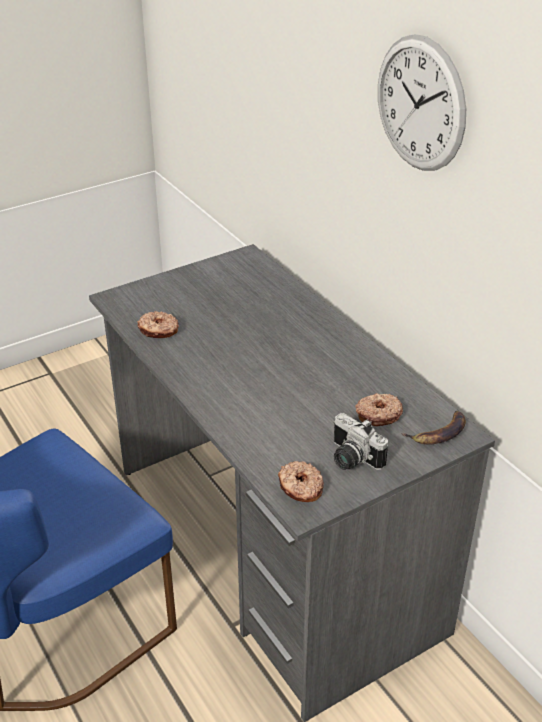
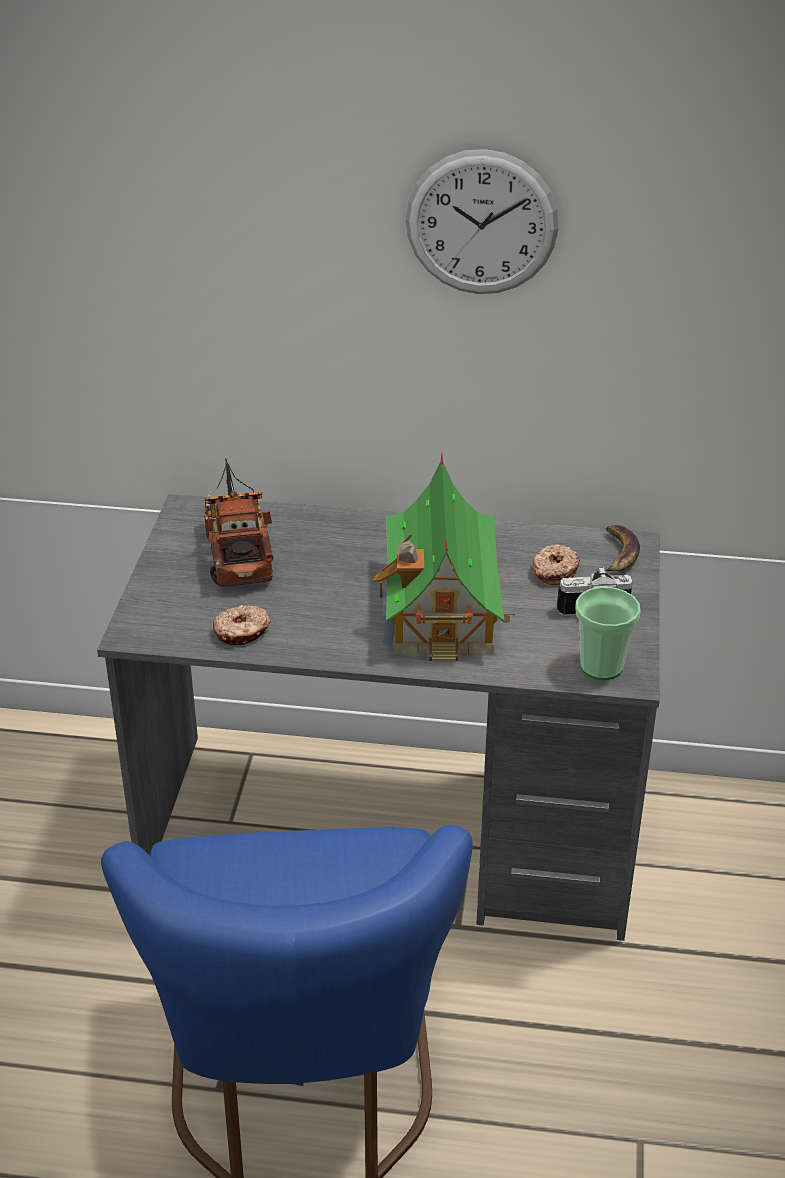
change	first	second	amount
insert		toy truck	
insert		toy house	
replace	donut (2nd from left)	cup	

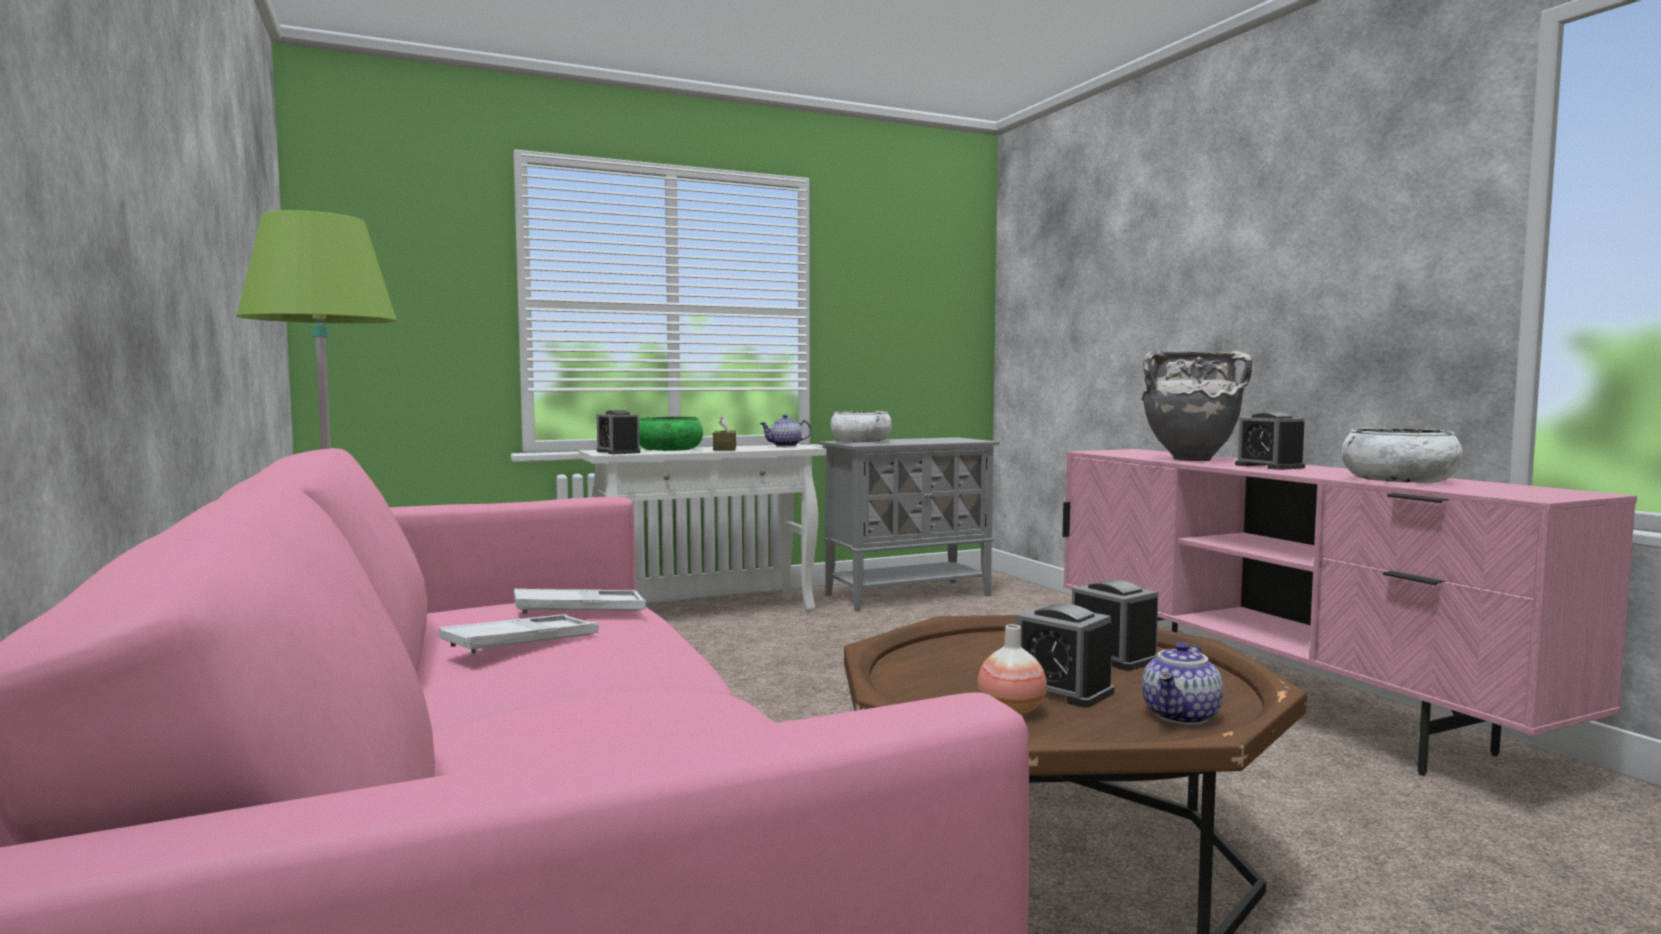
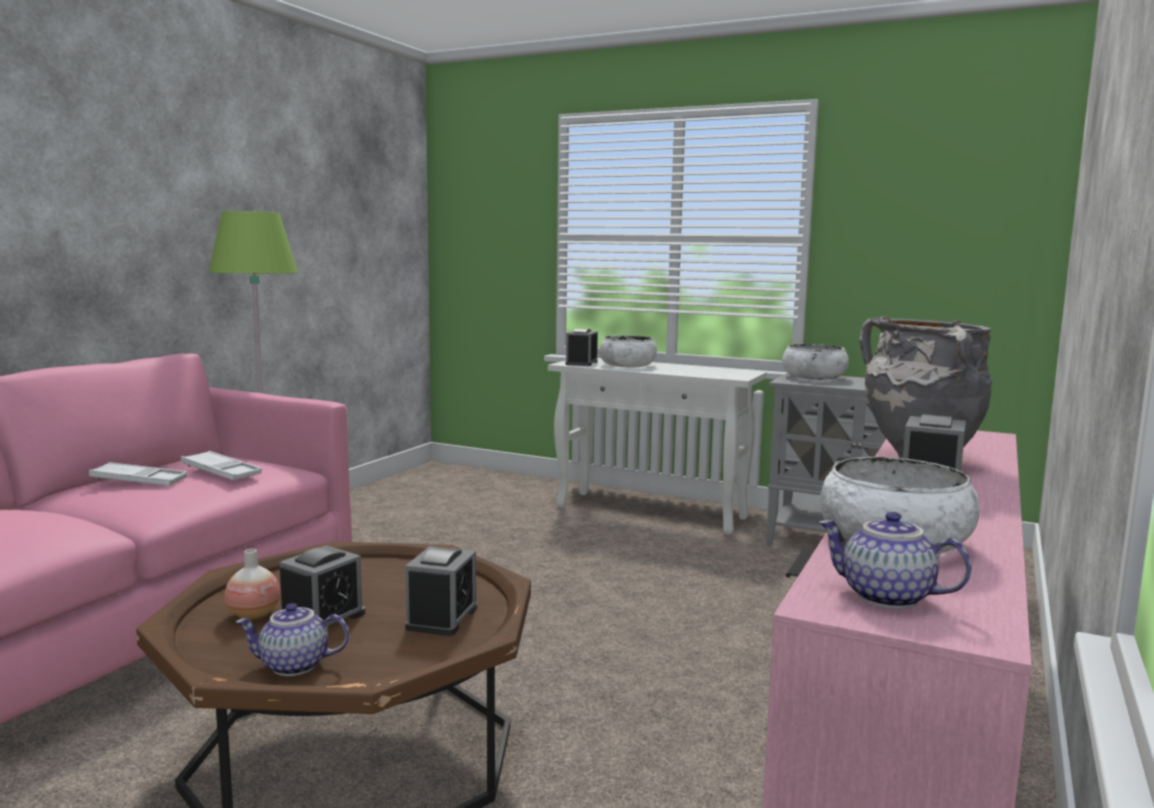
change	first	second	amount
rotate	alarm clock (2nd from left in the first image)	alarm clock (1st from left)	150 degrees counterclockwise
recolor	bowl (green)	bowl (white) (1st from left)	
move	teapot (1st from left in the first image)	teapot (2nd from left)	
delete	tissue box (brown)		

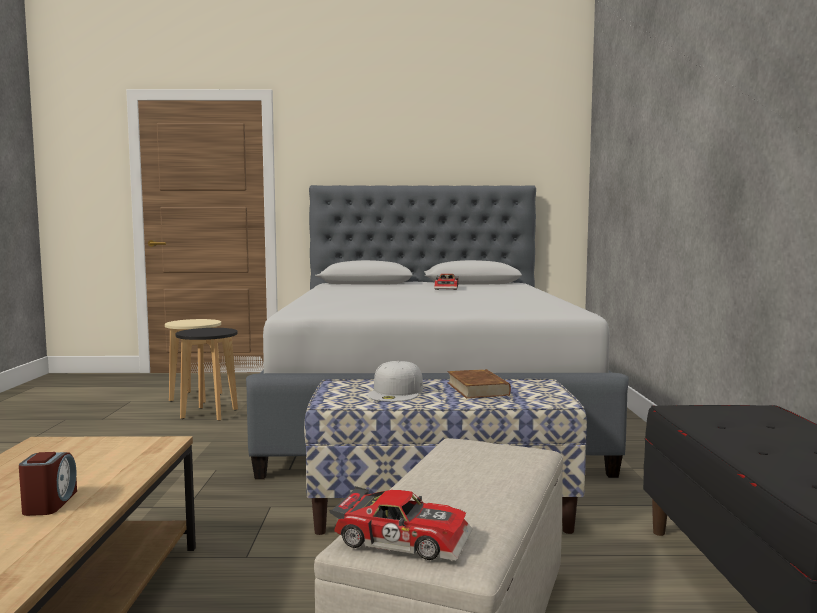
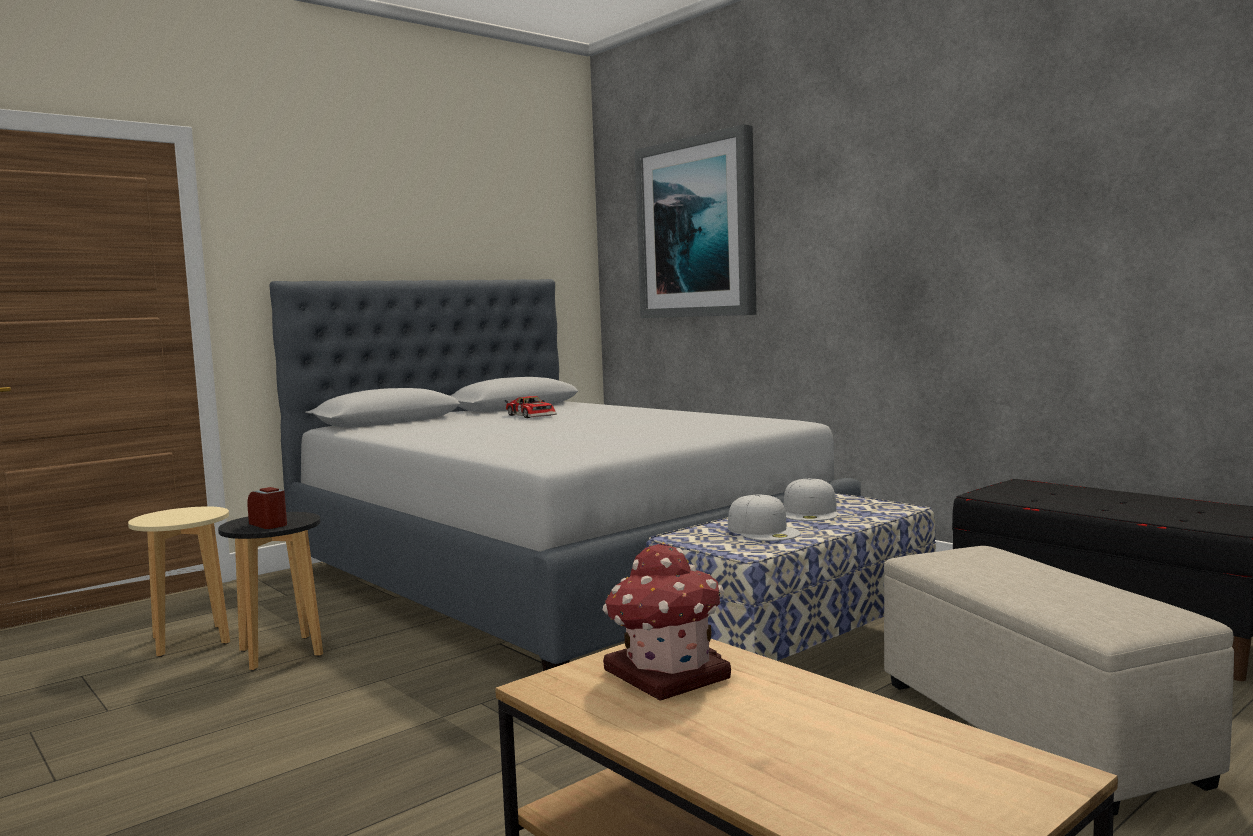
change	first	second	amount
move	alarm clock		
insert		toy house	
insert		picture	
replace	book (brown)	cap (white) (2nd from left)	
delete	toy car (1st from left)		

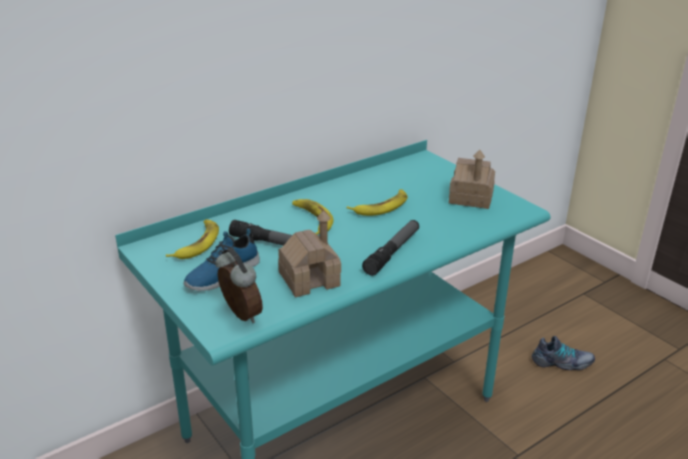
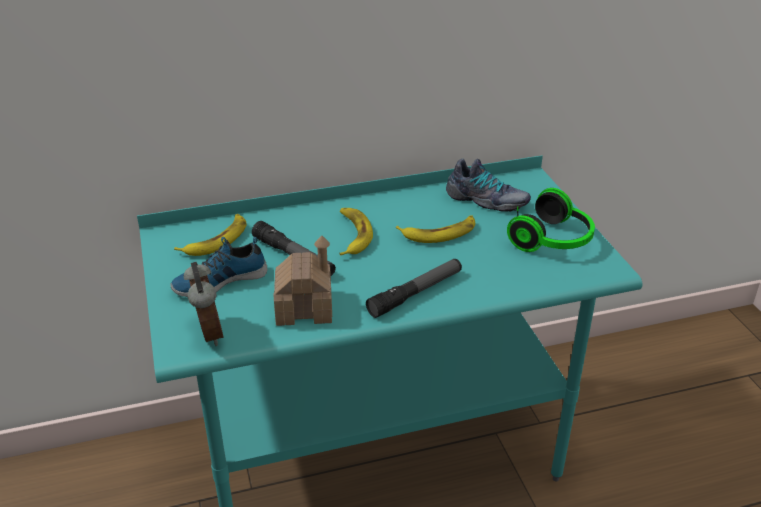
change	first	second	amount
move	shoe (2nd from left)		
replace	toy house (2nd from left)	headphones	

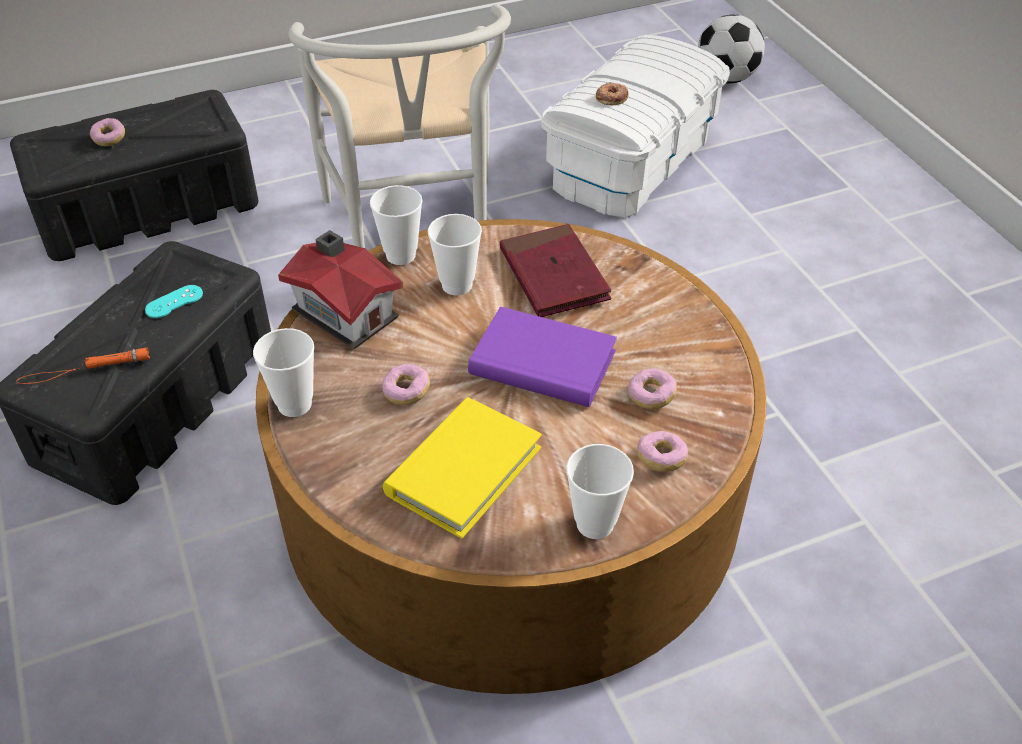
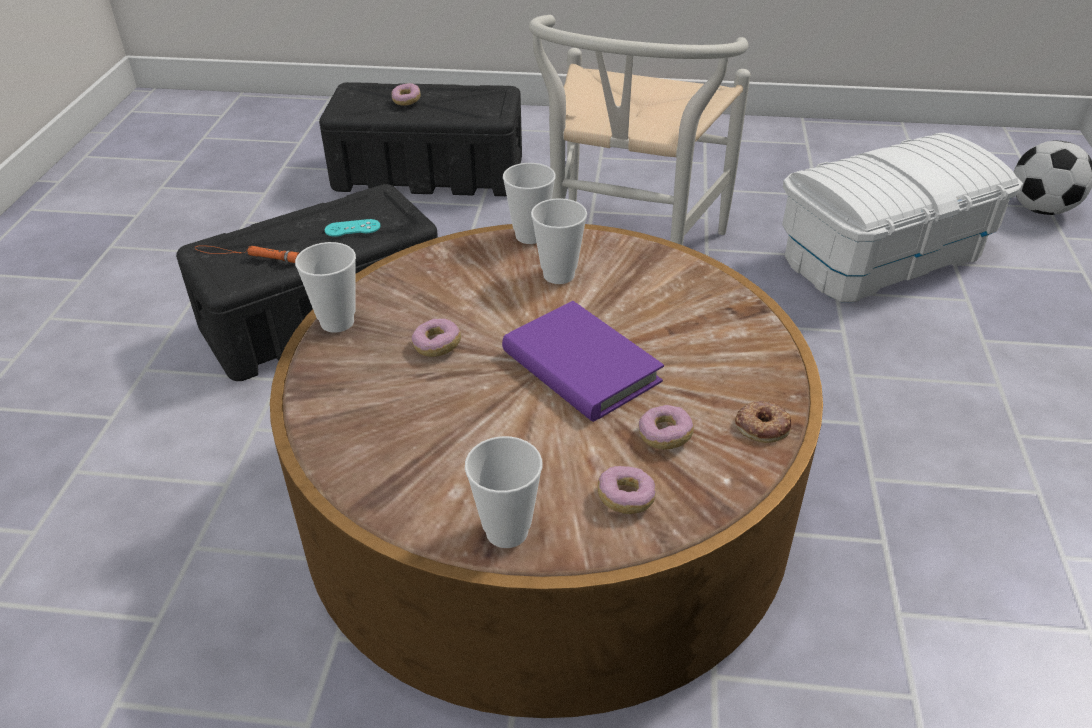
change	first	second	amount
move	donut (3rd from left in the first image)	donut (5th from left)	
delete	toy house		
delete	book (yellow)		
delete	book (red)		

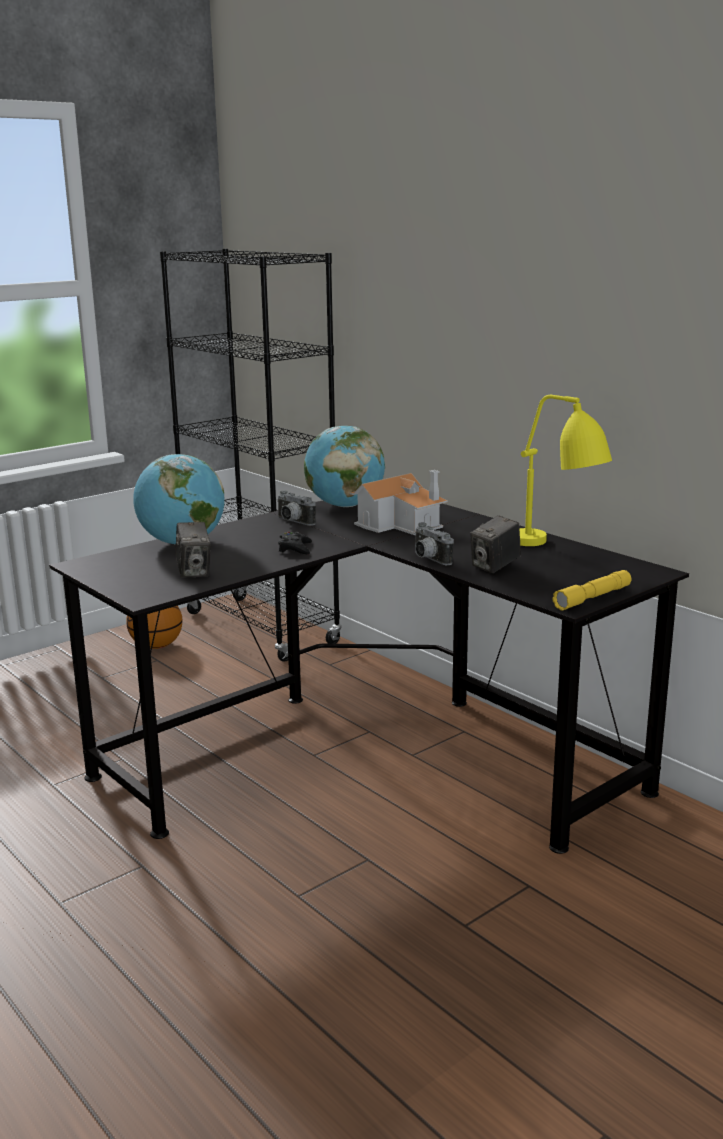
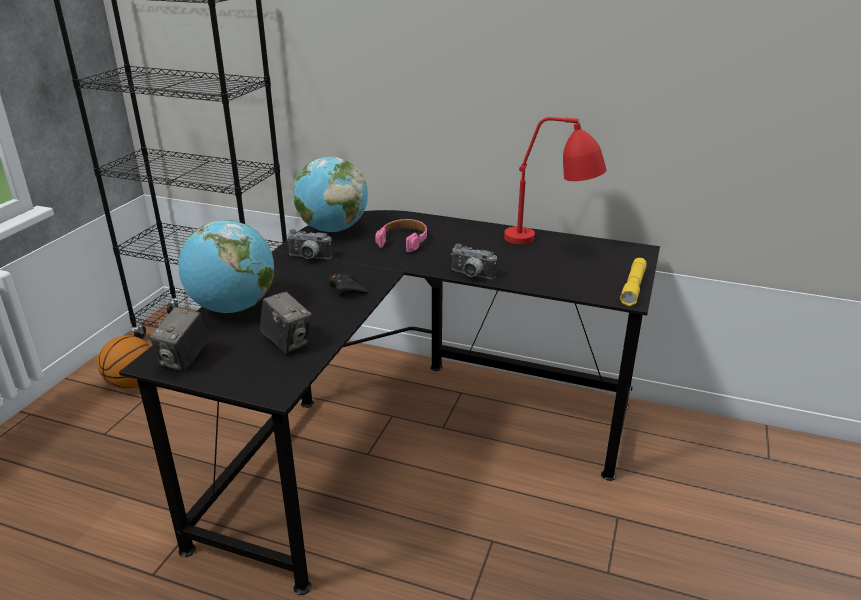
change	first	second	amount
move	photo camera (4th from left in the first image)	photo camera (1st from left)	
replace	toy house	headphones (pink)	
recolor	table lamp (yellow)	table lamp (red)	

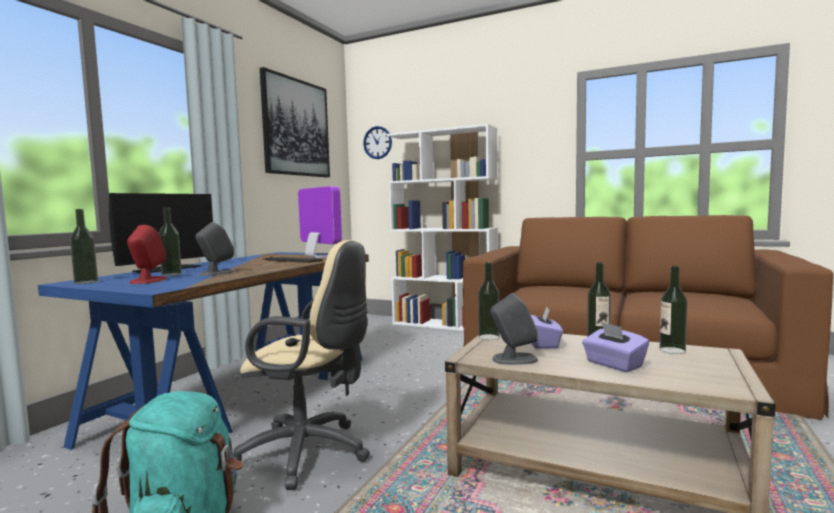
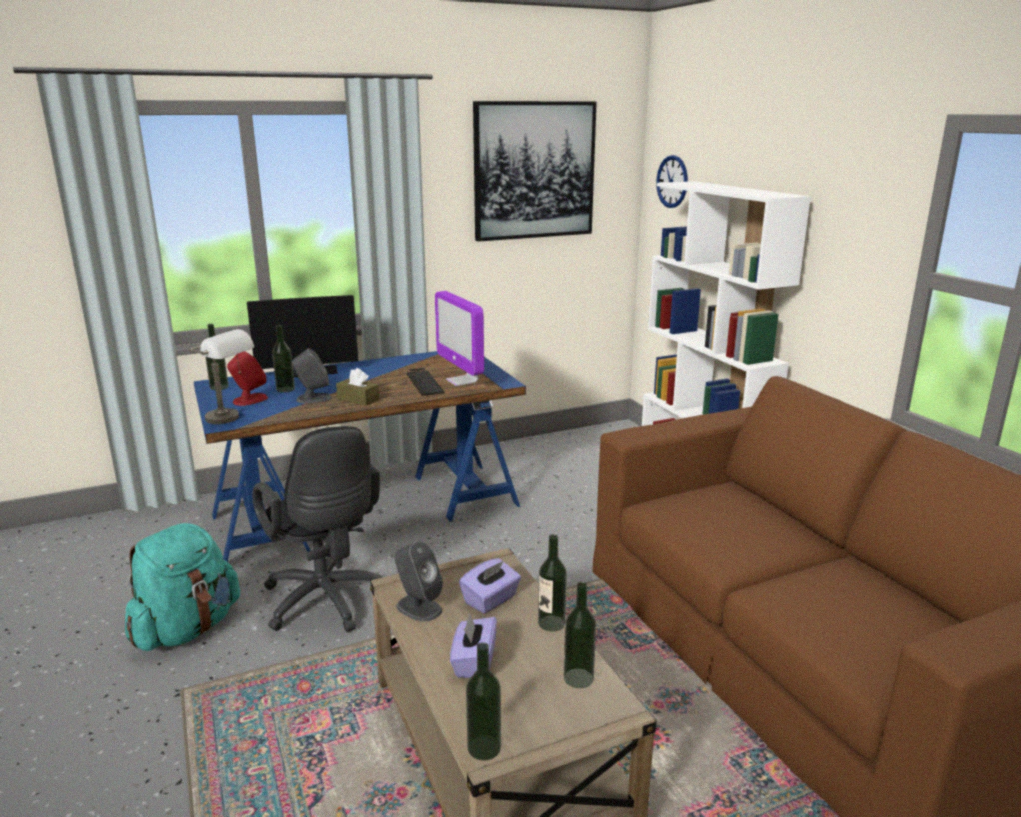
change	first	second	amount
insert		table lamp (grey)	
recolor	office chair (beige)	office chair (black)	
insert		tissue box (brown)	
rotate	monitor (2nd from left)		150 degrees clockwise
move	bottle (3rd from left)		

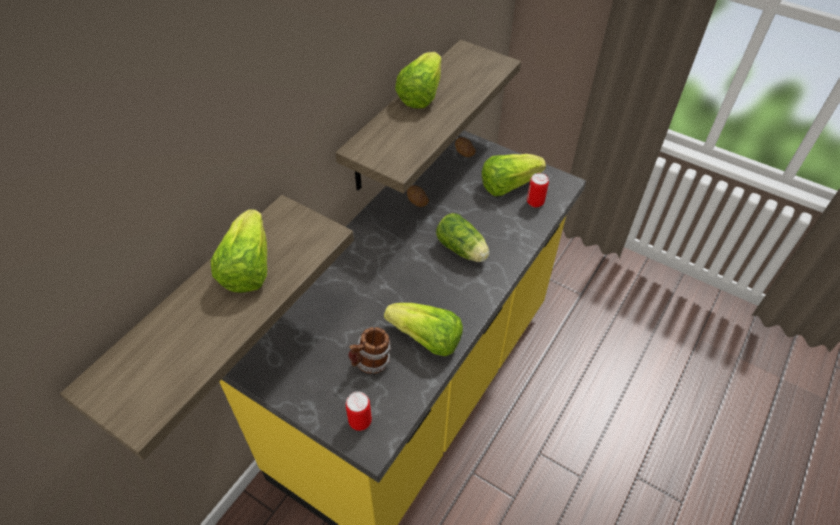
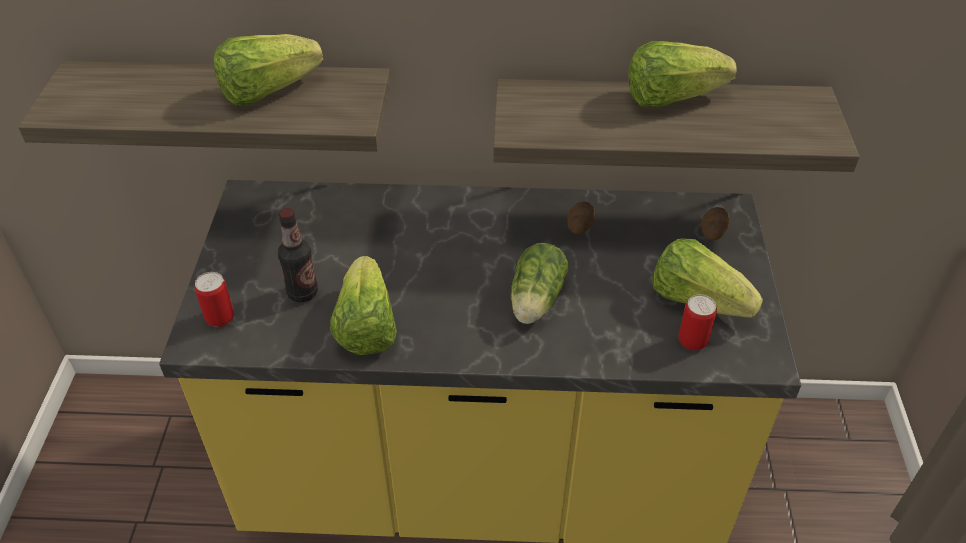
change	first	second	amount
replace	mug	bottle	

